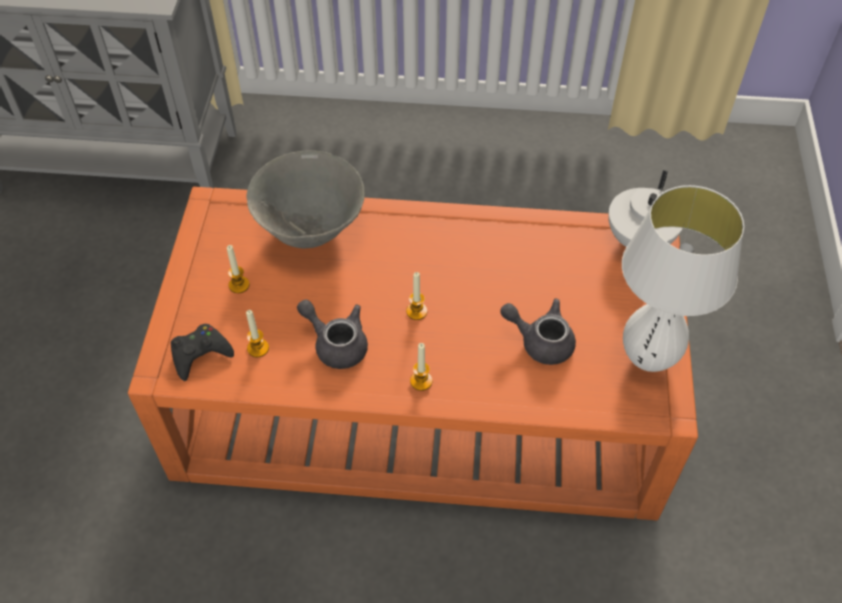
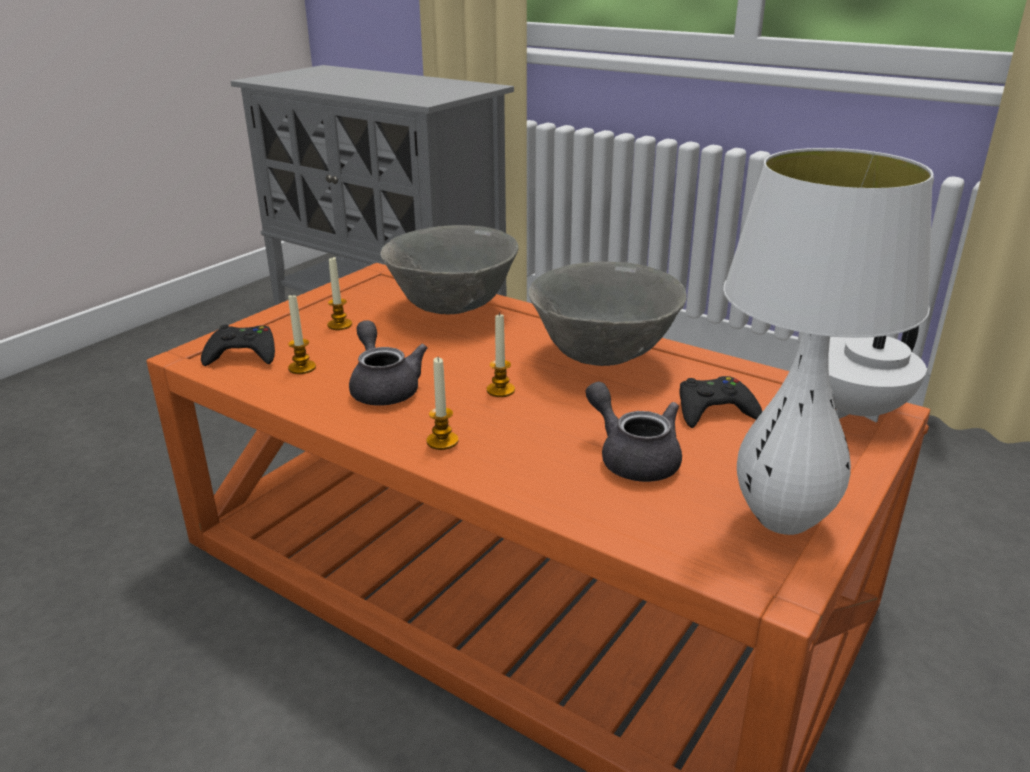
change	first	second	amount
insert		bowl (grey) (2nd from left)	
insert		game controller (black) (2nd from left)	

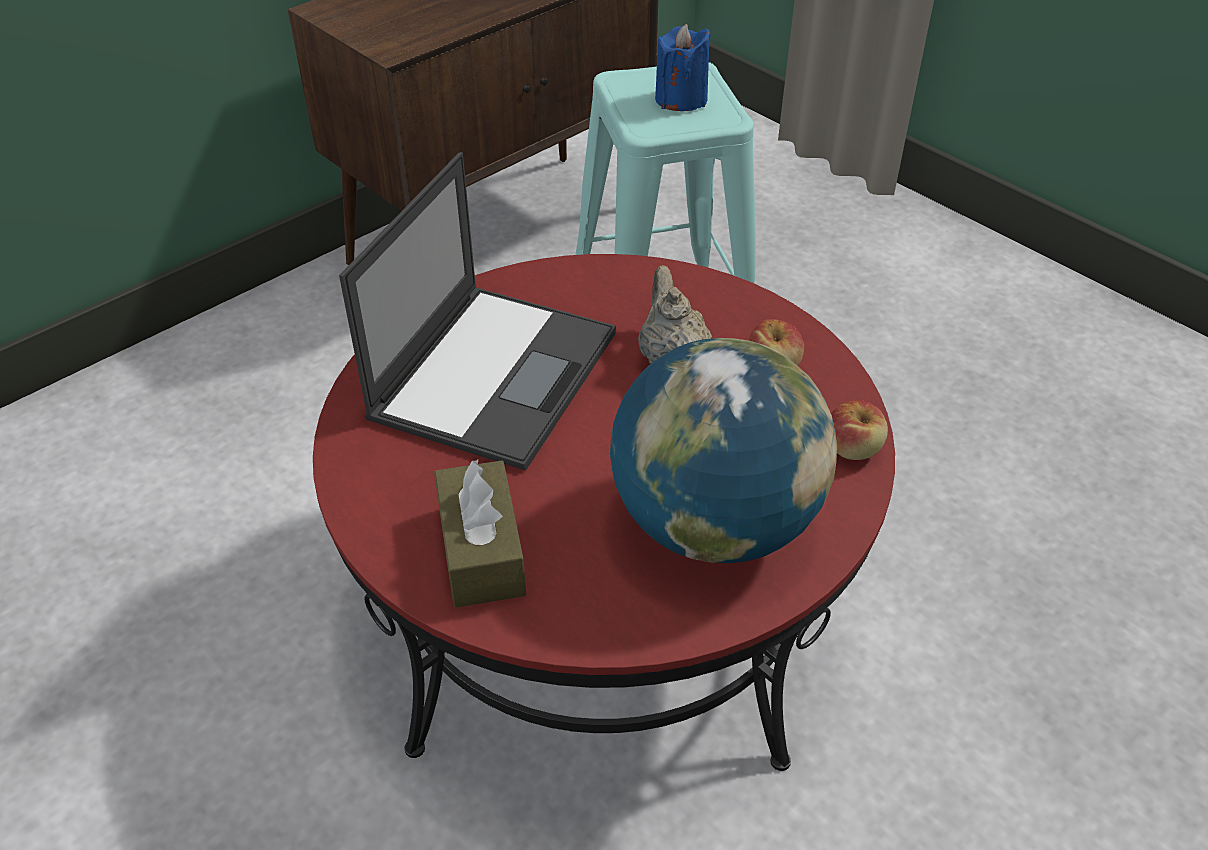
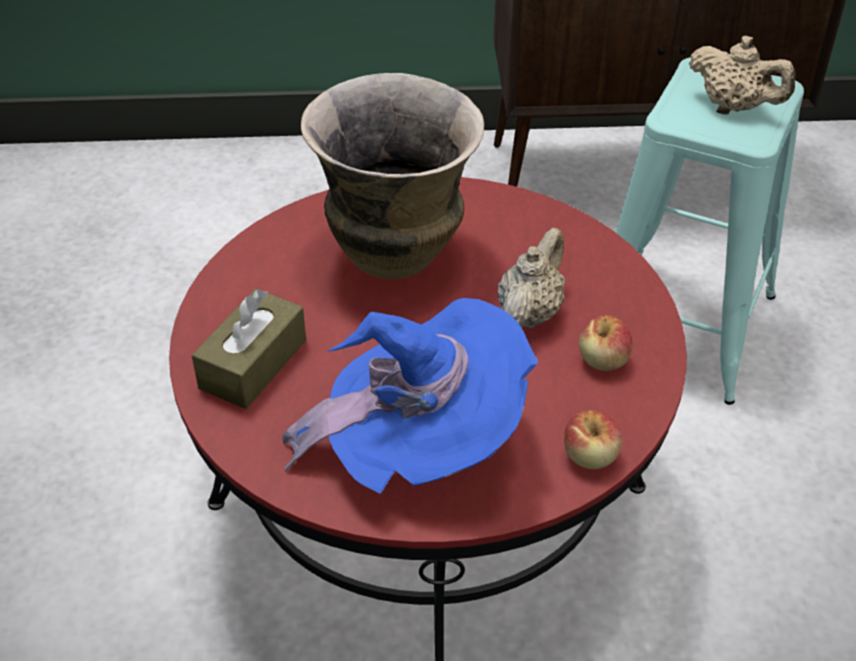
change	first	second	amount
replace	globe	hat (blue)	
replace	laptop	vase	
replace	candle (blue)	teapot (beige) (2nd from left)	

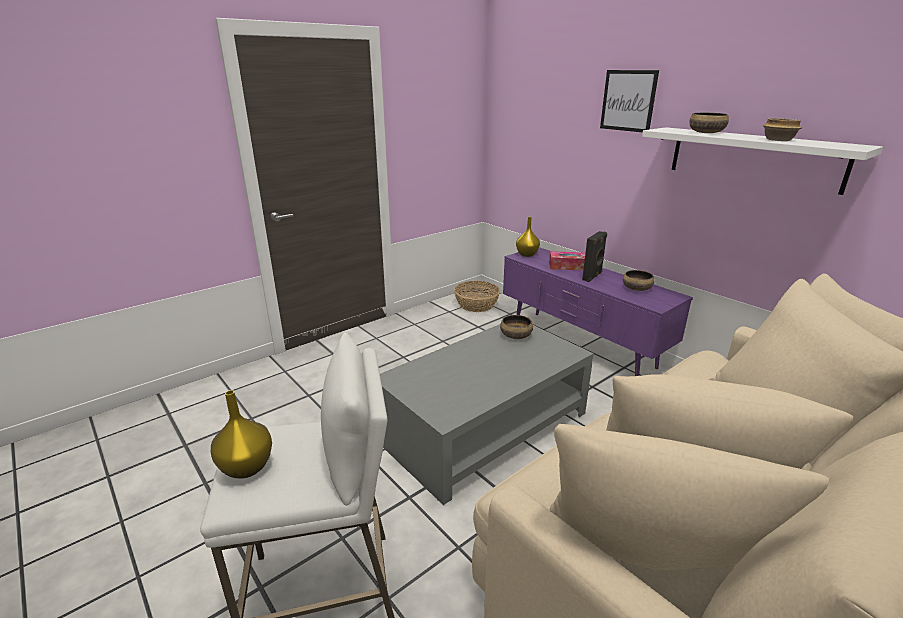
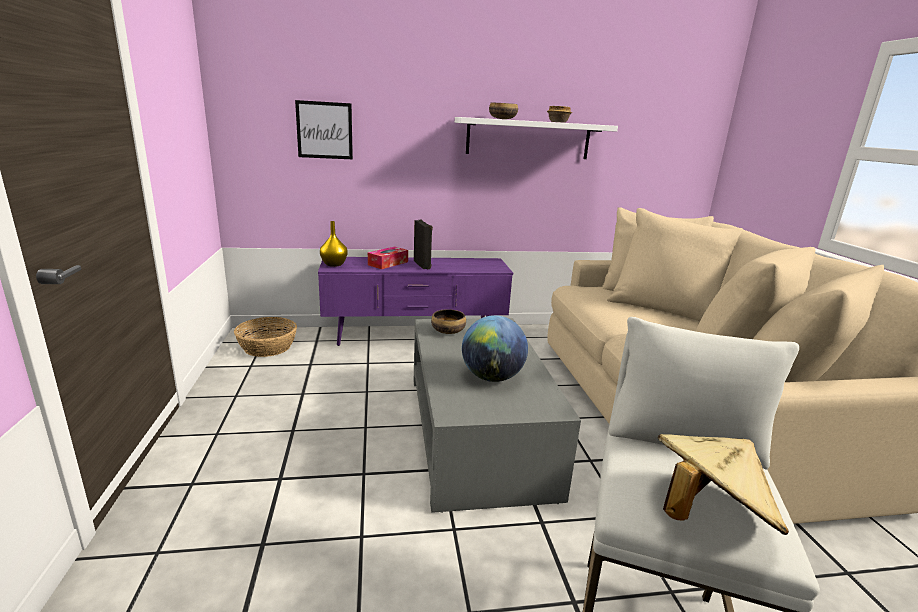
change	first	second	amount
move	picture		
insert		globe	
replace	vase (yellow) (1st from left)	hat (beige)	
delete	bowl (2nd from left)		

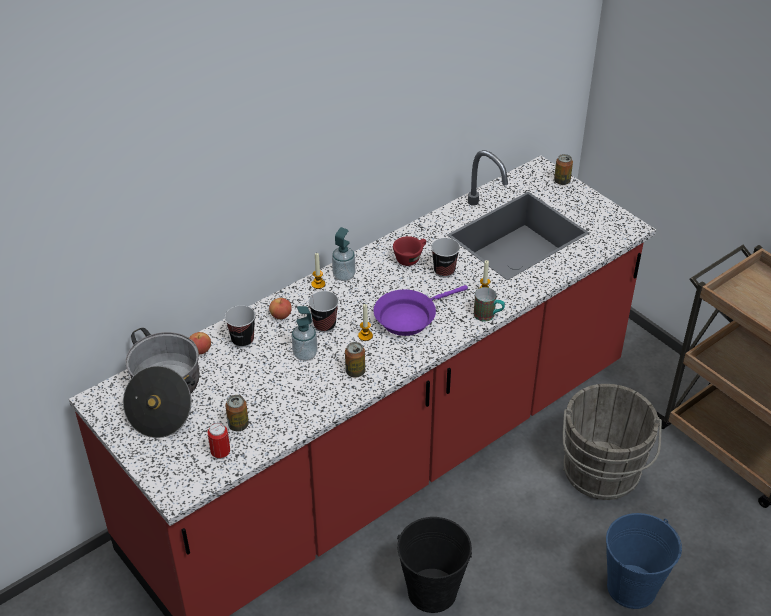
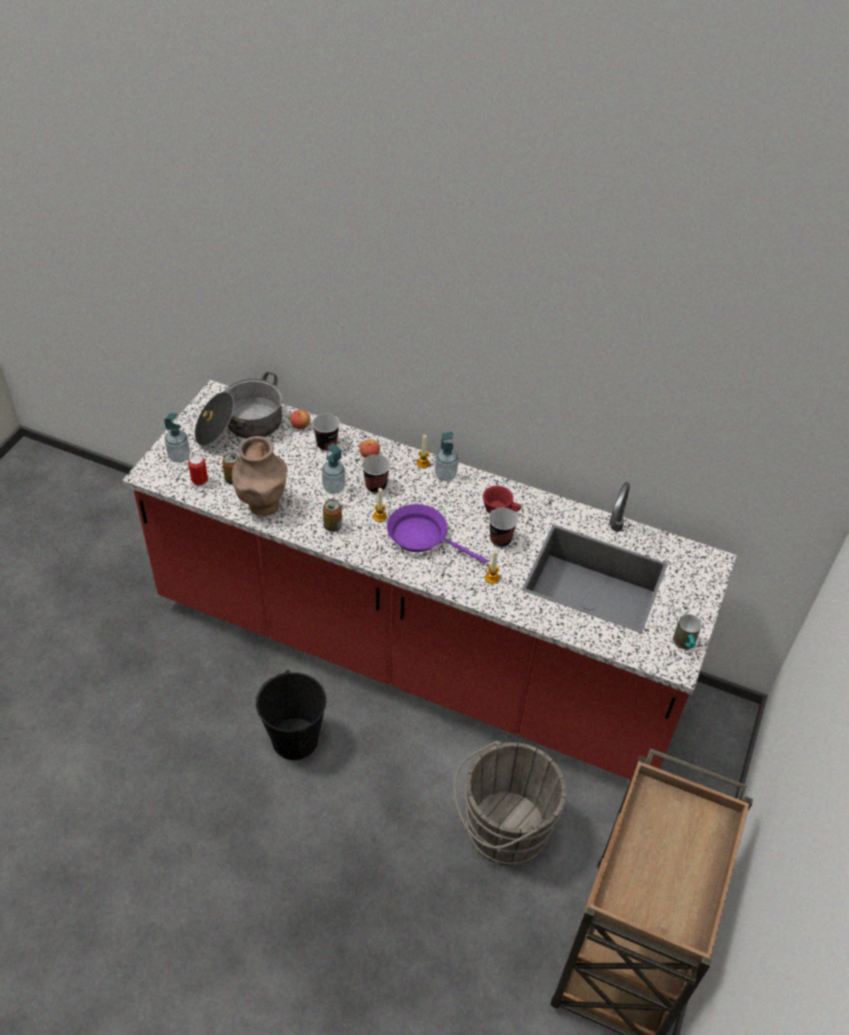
change	first	second	amount
insert		soap dispenser (1st from left)	
insert		vase (brown)	
move	mug		
delete	can (4th from left)		
delete	bucket (blue)		

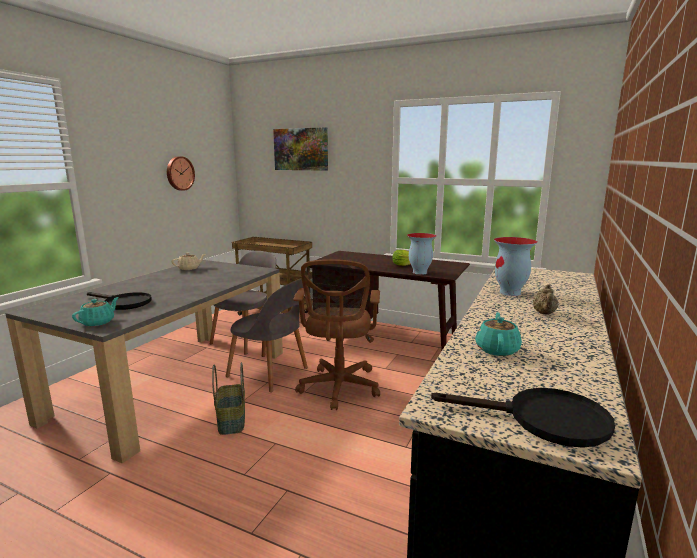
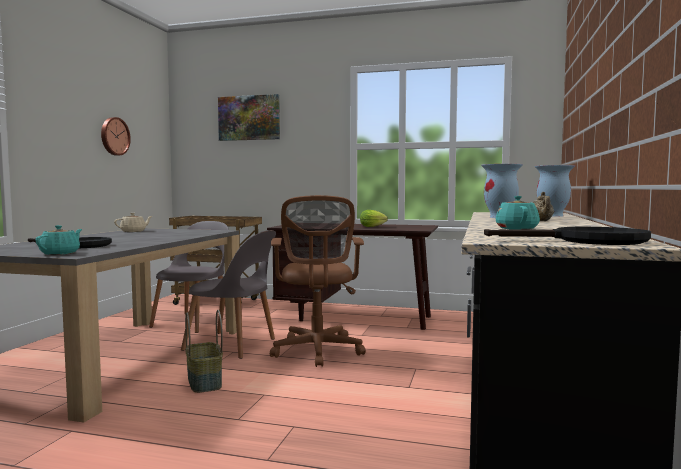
change	first	second	amount
move	vase (1st from left in the first image)	vase (2nd from left)	

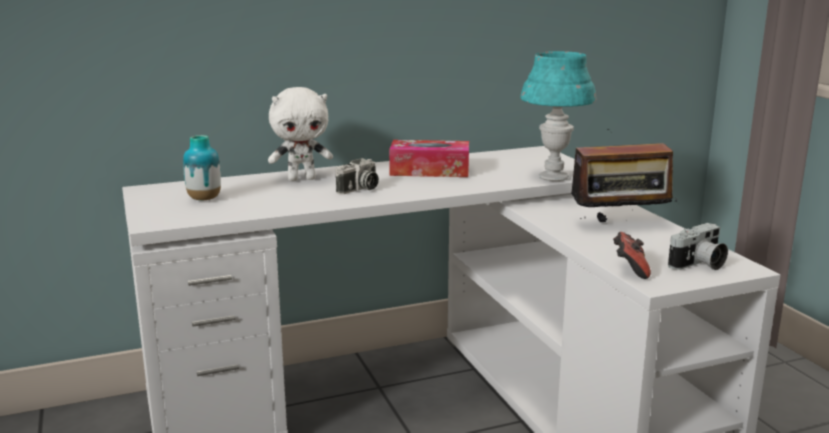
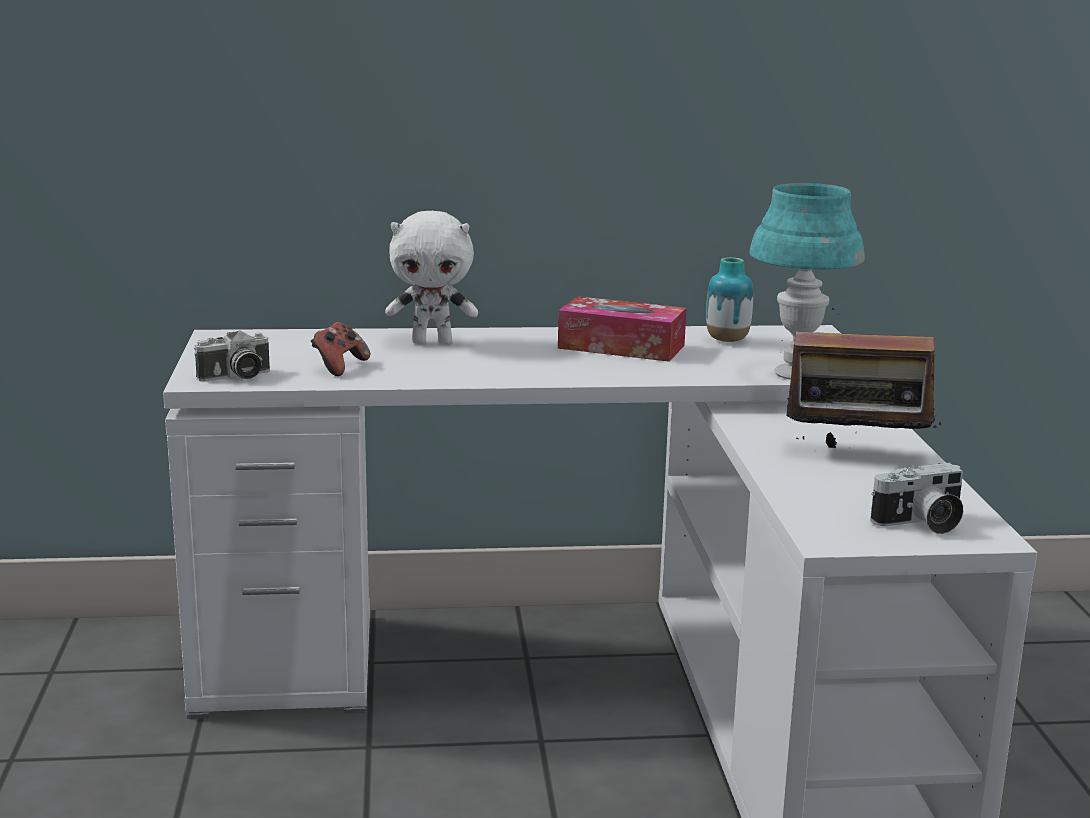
change	first	second	amount
move	photo camera (1st from left)		
move	game controller		
move	vase		

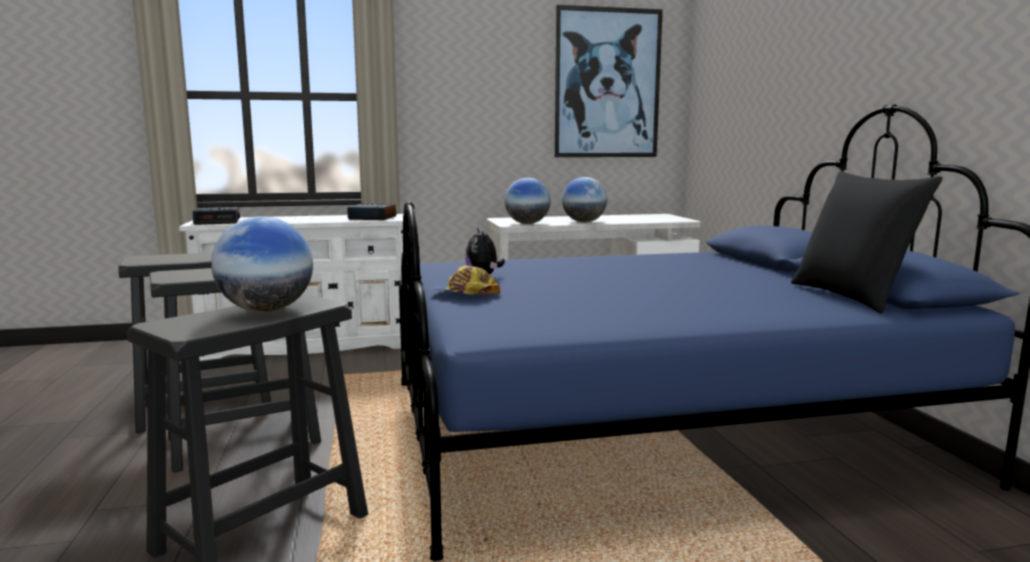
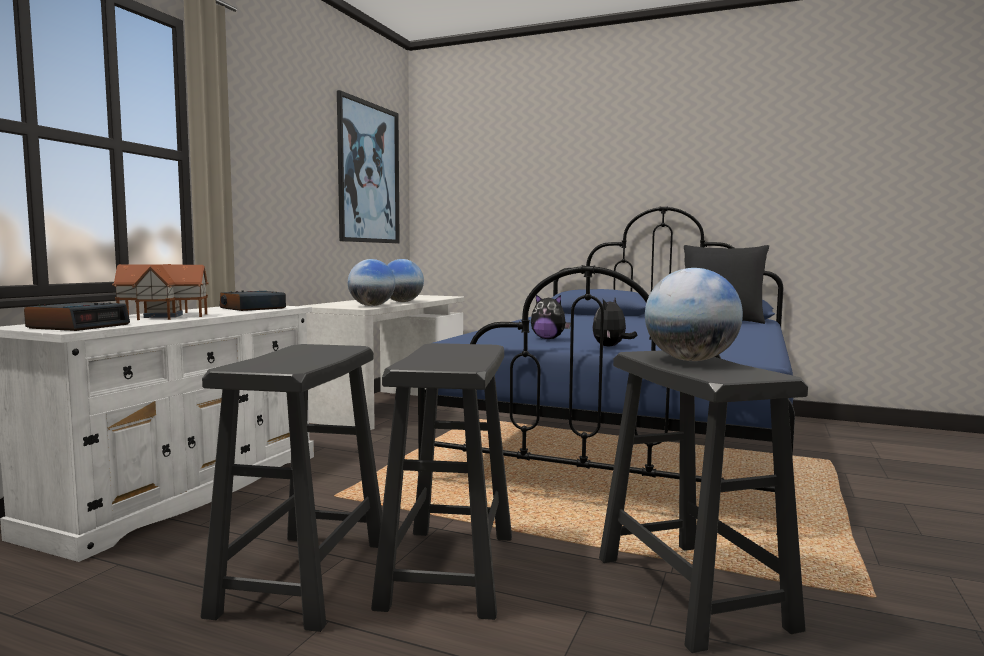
change	first	second	amount
insert		toy house	
replace	cap	plush toy (2nd from left)	

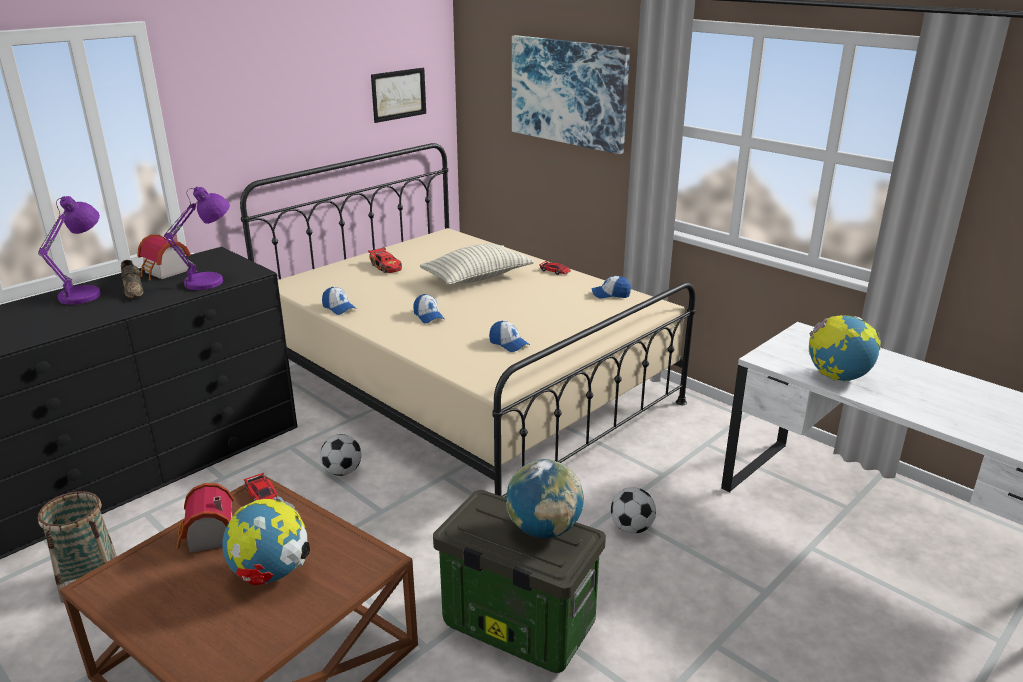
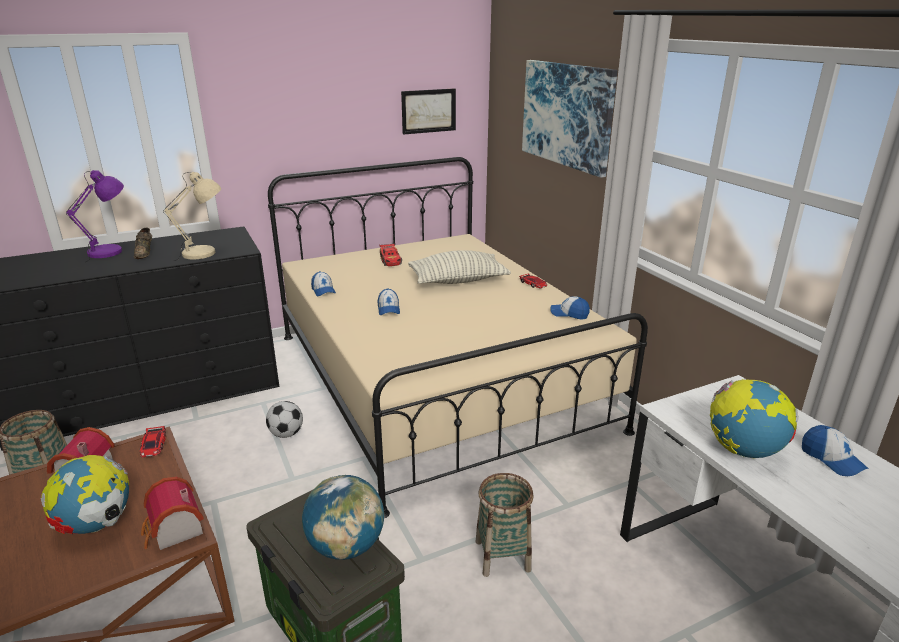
change	first	second	amount
move	toy house (1st from left in the first image)	toy house (2nd from left)	
recolor	table lamp (purple) (2nd from left)	table lamp (beige)	
replace	football (2nd from left)	basket (2nd from left)	
move	cap (3rd from left in the first image)	cap (4th from left)	

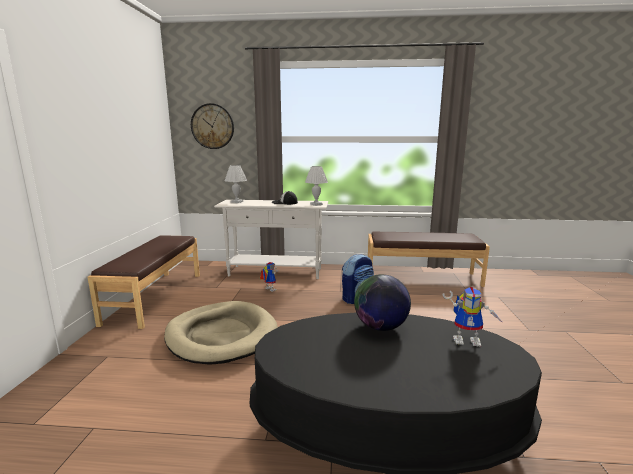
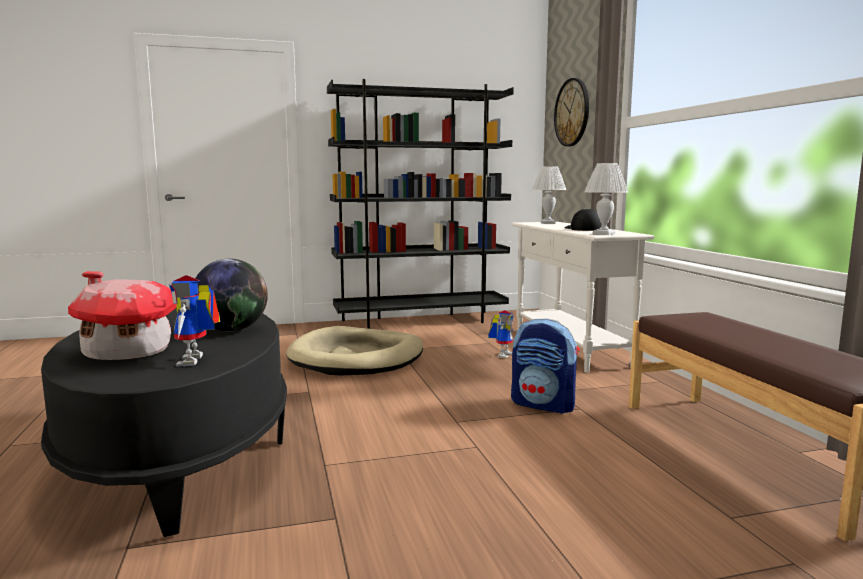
change	first	second	amount
insert		toy house	
replace	bench (brown) (1st from left)	bookcase (black)	

